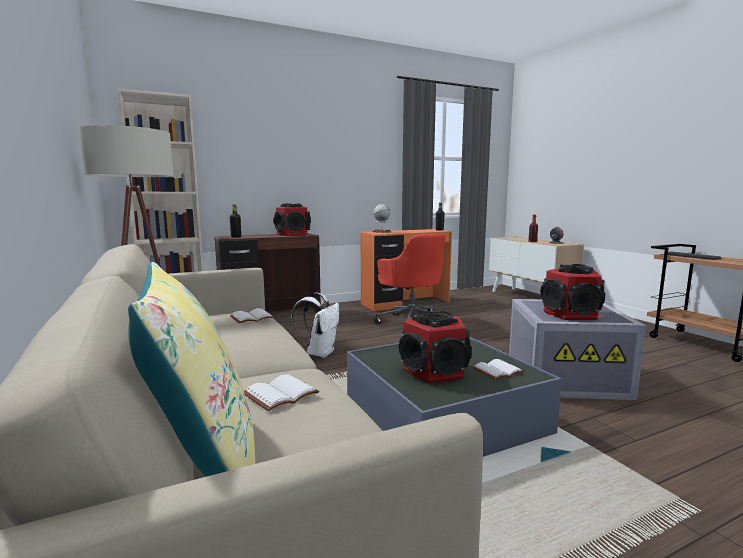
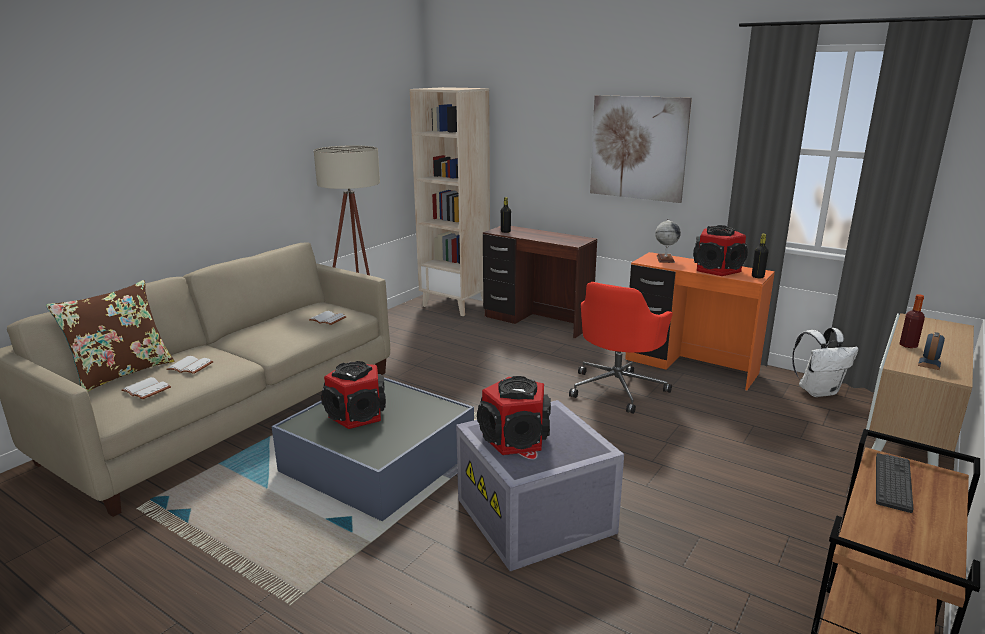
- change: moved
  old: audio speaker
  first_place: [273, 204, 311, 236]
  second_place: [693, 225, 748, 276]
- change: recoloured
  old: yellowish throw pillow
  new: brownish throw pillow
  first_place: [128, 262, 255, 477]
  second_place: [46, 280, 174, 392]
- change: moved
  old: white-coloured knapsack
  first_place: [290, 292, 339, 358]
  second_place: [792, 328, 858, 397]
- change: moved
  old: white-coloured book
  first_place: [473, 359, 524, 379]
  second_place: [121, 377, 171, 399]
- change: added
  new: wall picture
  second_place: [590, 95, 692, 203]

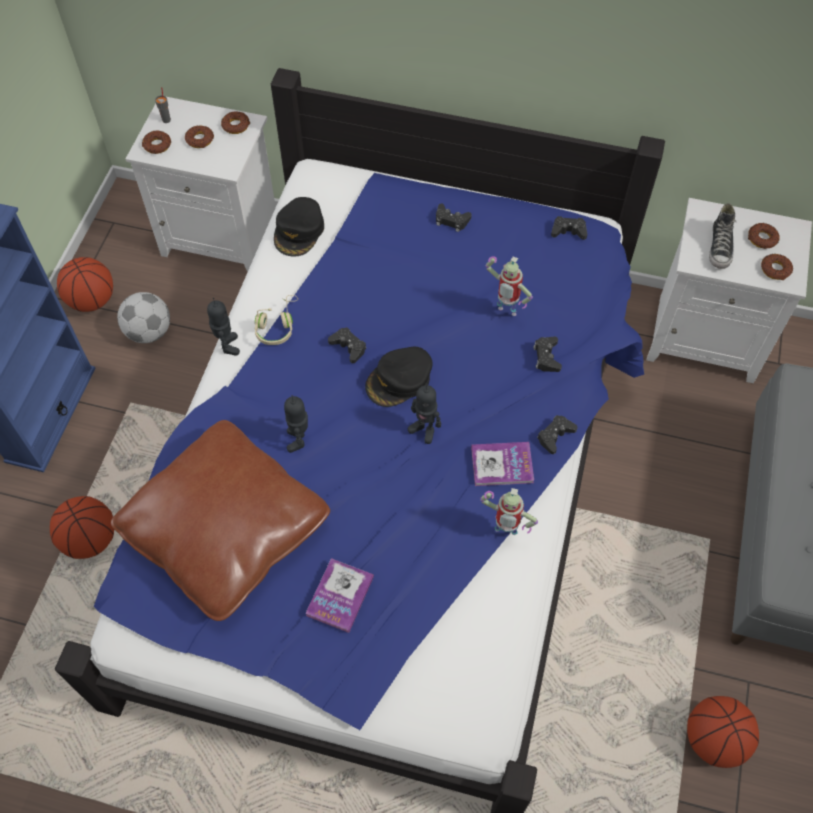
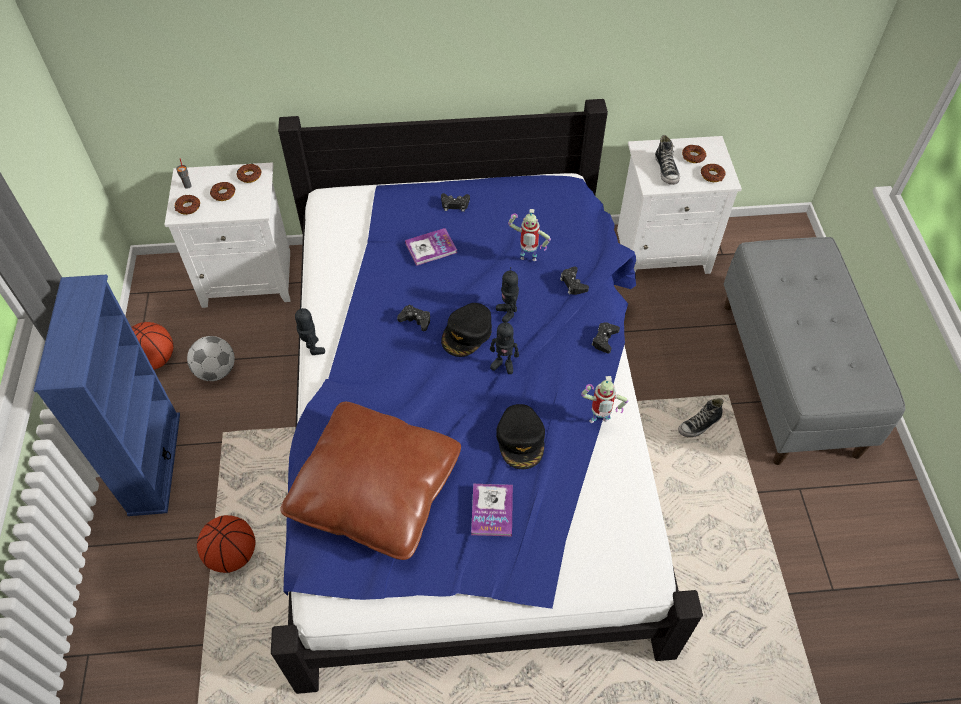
- change: moved
  old: black cap
  first_place: [274, 197, 324, 256]
  second_place: [496, 404, 545, 469]
- change: removed
  old: black game controller
  first_place: [551, 216, 587, 240]
- change: removed
  old: sand-coloured pair of headphones
  first_place: [255, 295, 298, 345]
- change: moved
  old: toy robot
  first_place: [284, 395, 308, 453]
  second_place: [496, 267, 519, 323]
- change: moved
  old: book
  first_place: [471, 442, 534, 486]
  second_place: [405, 228, 457, 266]
- change: removed
  old: ball for basketball
  first_place: [687, 696, 759, 768]
- change: added
  new: shoe
  second_place: [678, 398, 723, 437]

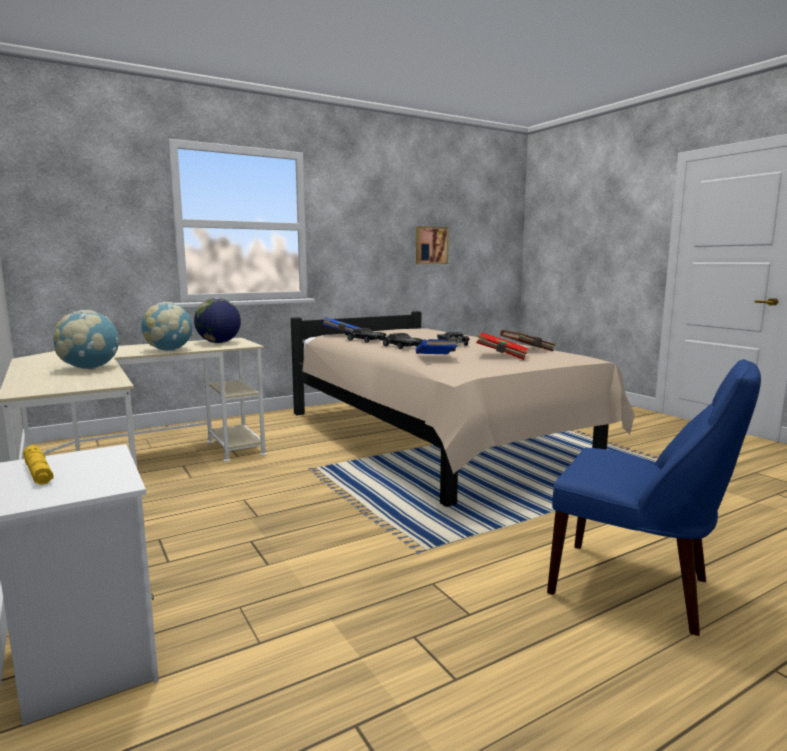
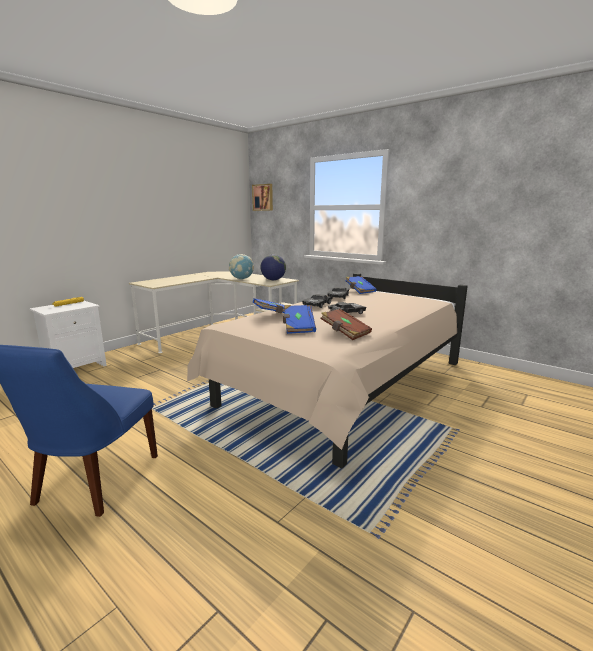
- change: moved
  old: wall picture
  first_place: [416, 226, 449, 264]
  second_place: [252, 184, 273, 211]
- change: removed
  old: globe
  first_place: [54, 310, 120, 370]
- change: recoloured
  old: red-coloured book
  new: bluish book
  first_place: [476, 332, 528, 360]
  second_place: [283, 305, 316, 334]

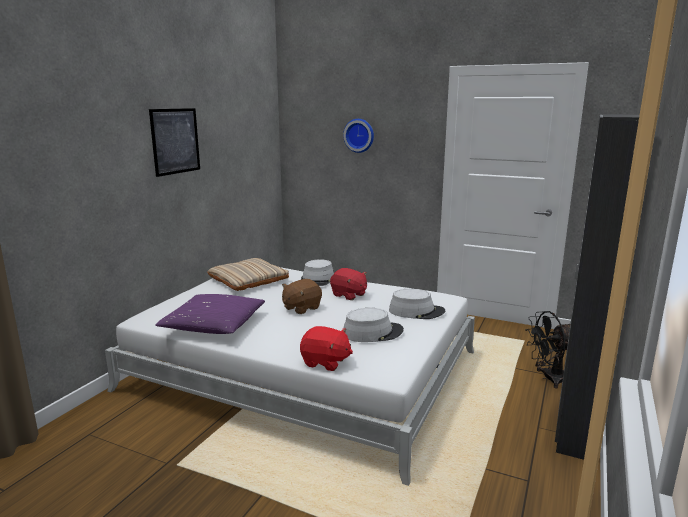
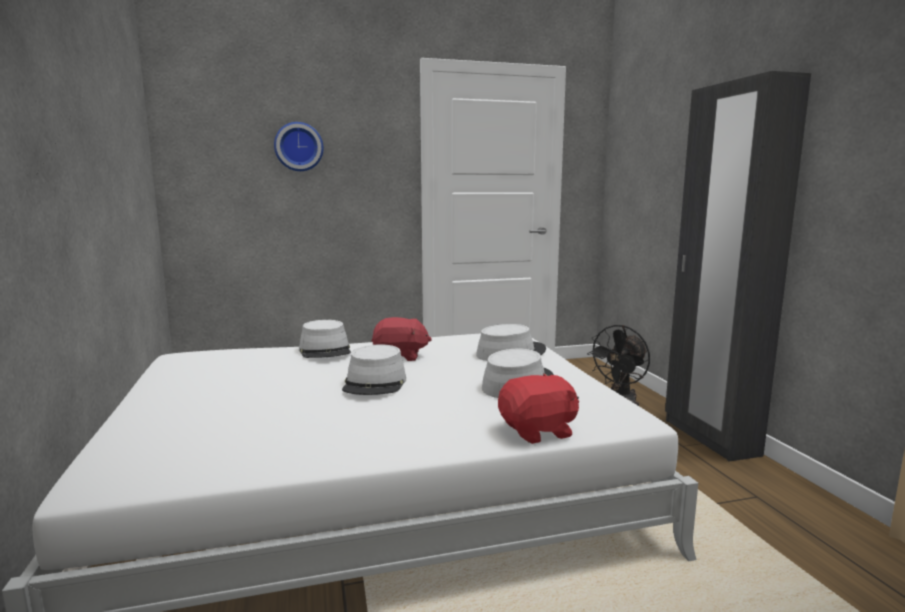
- change: removed
  old: wall picture
  first_place: [149, 108, 200, 177]
- change: removed
  old: sand-coloured throw pillow
  first_place: [207, 258, 289, 291]
- change: replaced
  old: brownish soft toy
  new: gray wearable hat
  first_place: [282, 279, 322, 314]
  second_place: [342, 344, 406, 395]
- change: removed
  old: purple-coloured throw pillow
  first_place: [155, 294, 265, 334]

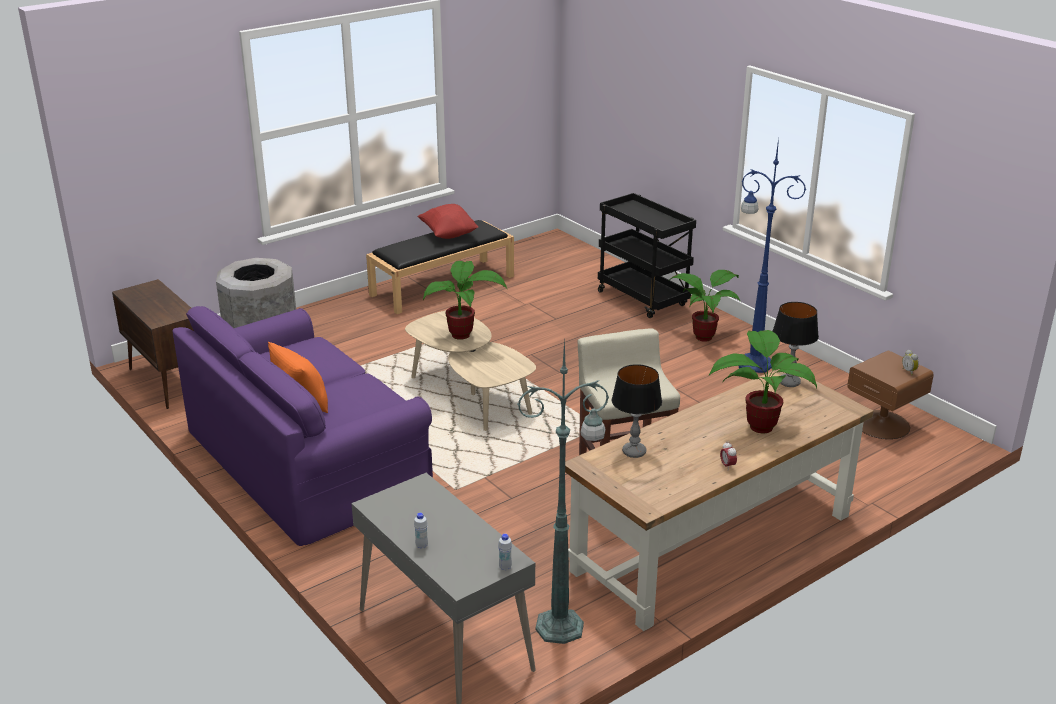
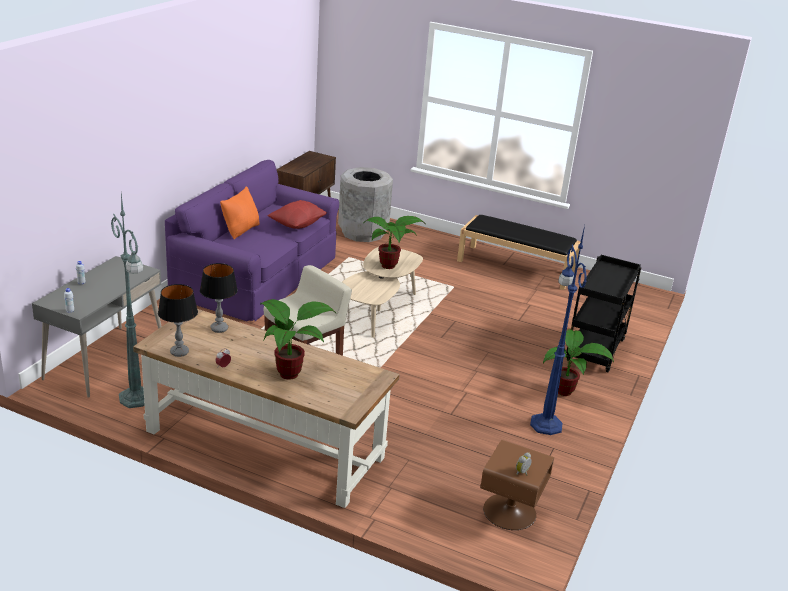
- change: moved
  old: red-coloured throw pillow
  first_place: [417, 204, 478, 239]
  second_place: [268, 200, 327, 229]
- change: moved
  old: table lamp
  first_place: [772, 302, 819, 387]
  second_place: [158, 284, 198, 357]

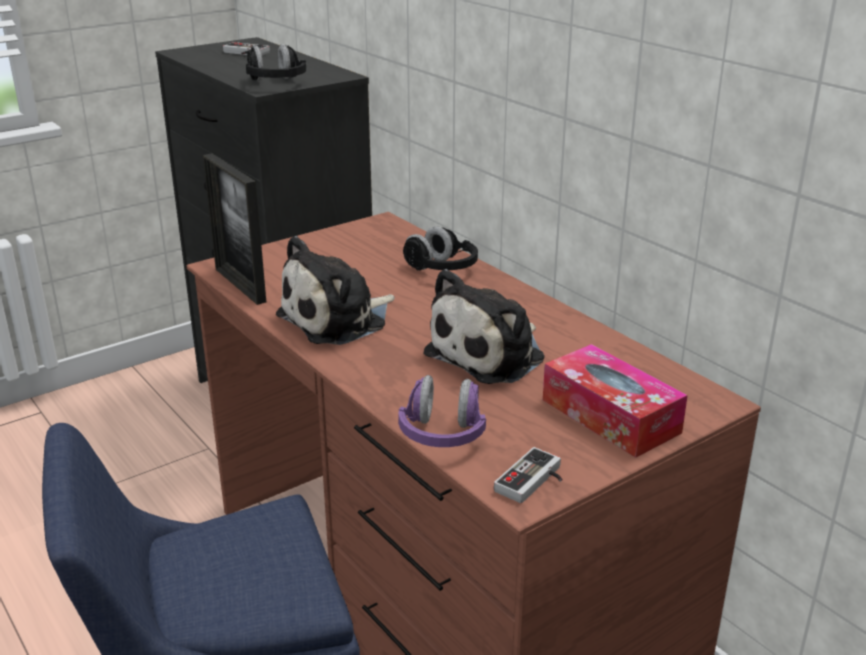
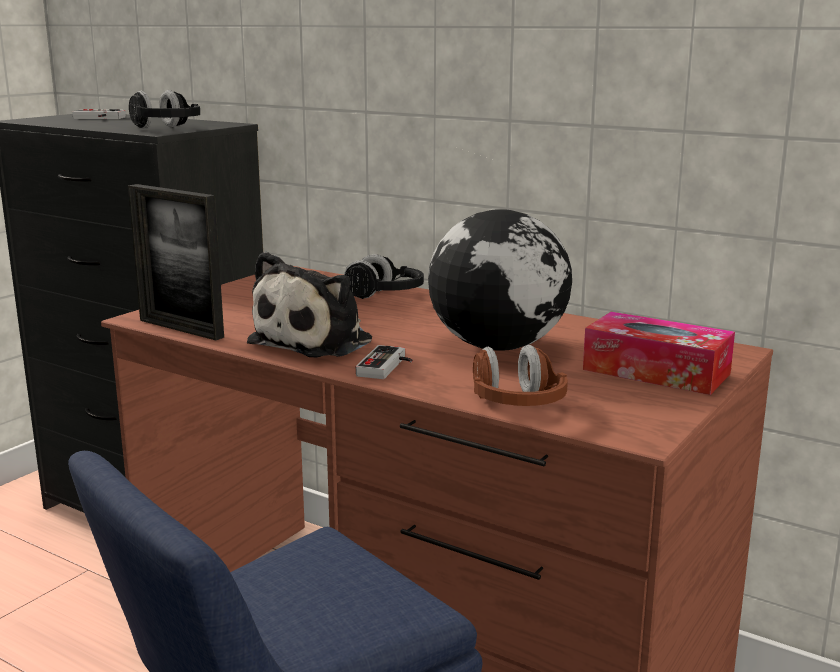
- change: replaced
  old: soft toy
  new: globe
  first_place: [423, 269, 545, 384]
  second_place: [428, 209, 572, 351]
- change: recoloured
  old: purple-coloured pair of headphones
  new: brownish pair of headphones
  first_place: [399, 375, 486, 447]
  second_place: [473, 345, 568, 406]
- change: moved
  old: game controller
  first_place: [494, 447, 562, 503]
  second_place: [356, 345, 413, 379]

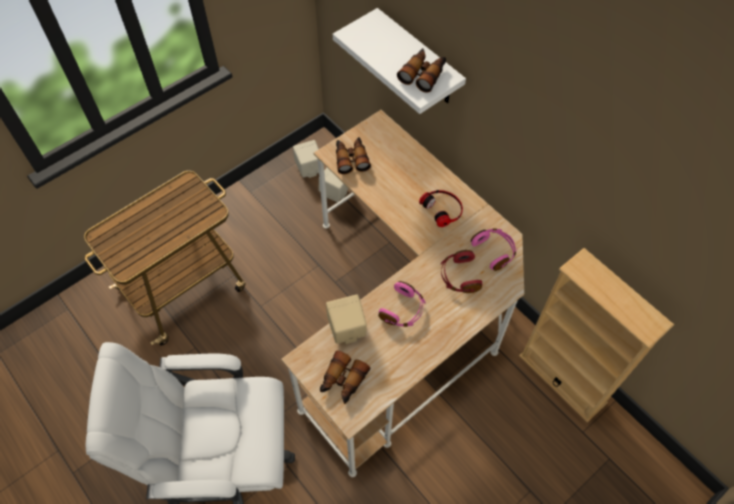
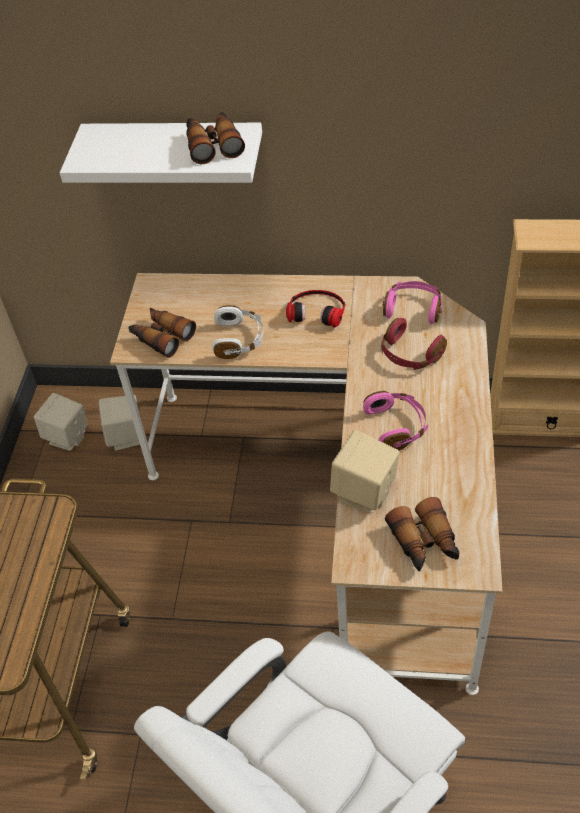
- change: added
  new: white-coloured pair of headphones
  second_place: [212, 305, 263, 359]

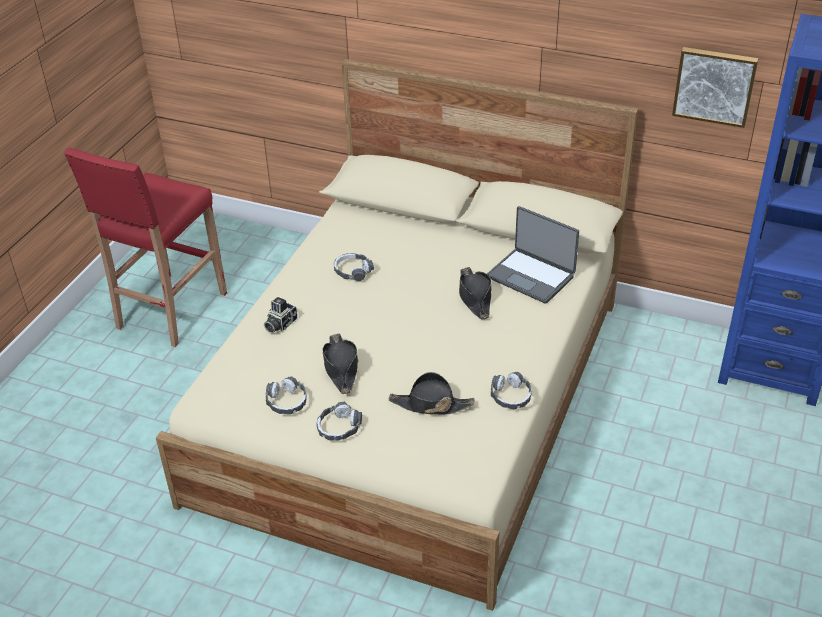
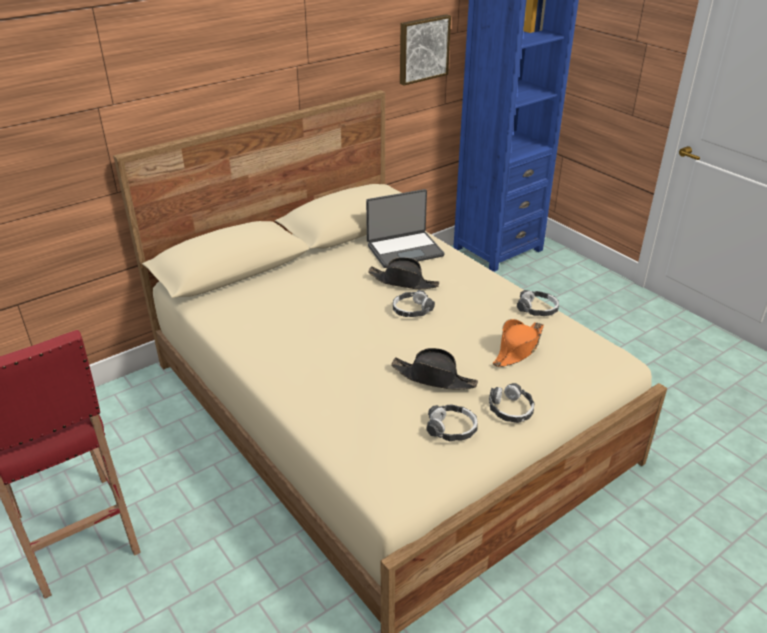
- change: moved
  old: pair of headphones
  first_place: [334, 253, 374, 282]
  second_place: [393, 290, 435, 317]
- change: removed
  old: still camera
  first_place: [264, 297, 298, 333]
- change: recoloured
  old: black wearable hat
  new: orange-coloured wearable hat
  first_place: [389, 372, 475, 415]
  second_place: [493, 319, 544, 367]

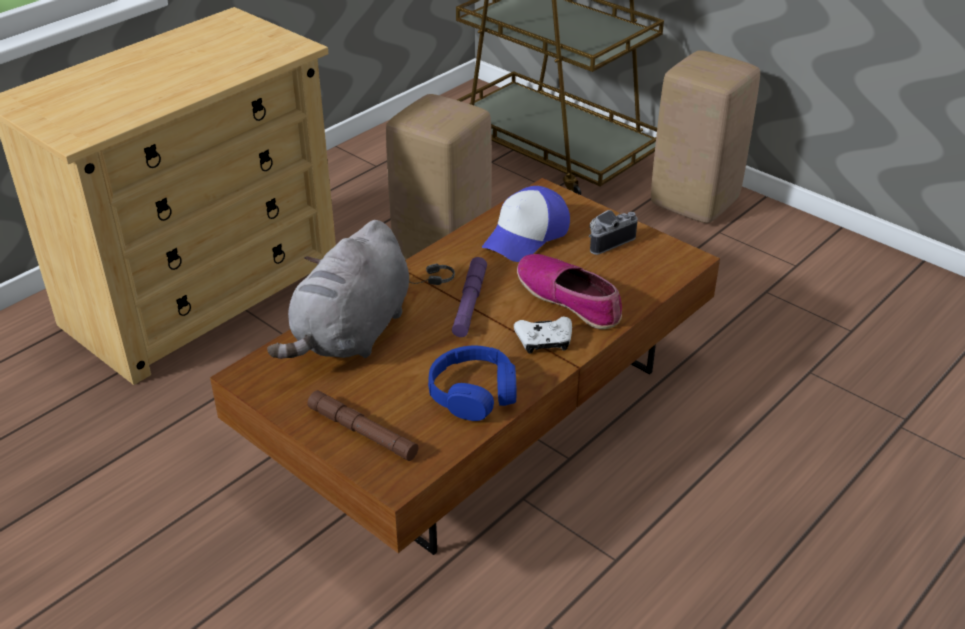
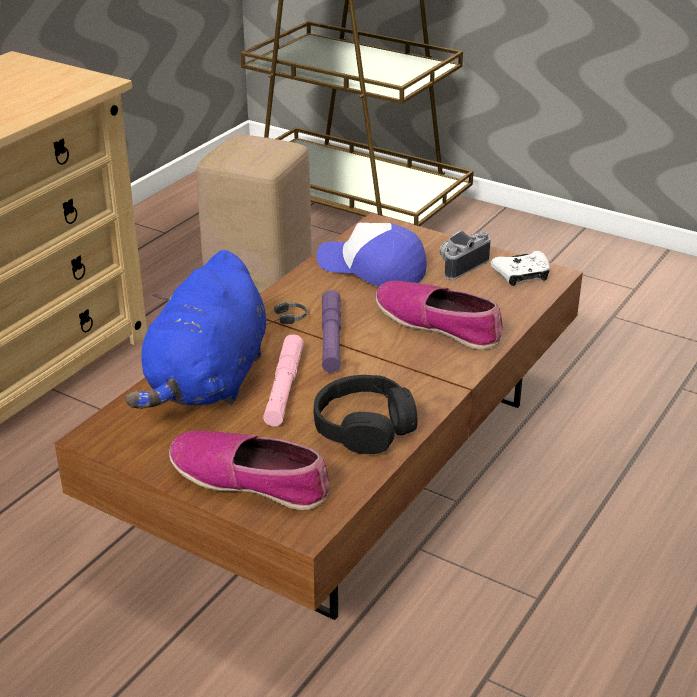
- change: removed
  old: sand-coloured stool seat
  first_place: [651, 50, 760, 223]
- change: turned
  old: cap
  first_place: [482, 186, 570, 262]
  second_place: [316, 223, 427, 287]
  degrees: 90
- change: recoloured
  old: gray soft toy
  new: bluish soft toy
  first_place: [267, 220, 409, 359]
  second_place: [125, 250, 266, 409]
- change: moved
  old: white-coloured game controller
  first_place: [514, 316, 572, 354]
  second_place: [491, 251, 550, 286]
- change: recoloured
  old: bluish pair of headphones
  new: black pair of headphones
  first_place: [428, 345, 516, 421]
  second_place: [314, 375, 417, 454]
- change: replaced
  old: brownish flashlight
  new: shoe
  first_place: [307, 390, 418, 461]
  second_place: [169, 430, 329, 510]
- change: added
  new: pink flashlight
  second_place: [263, 334, 304, 426]

